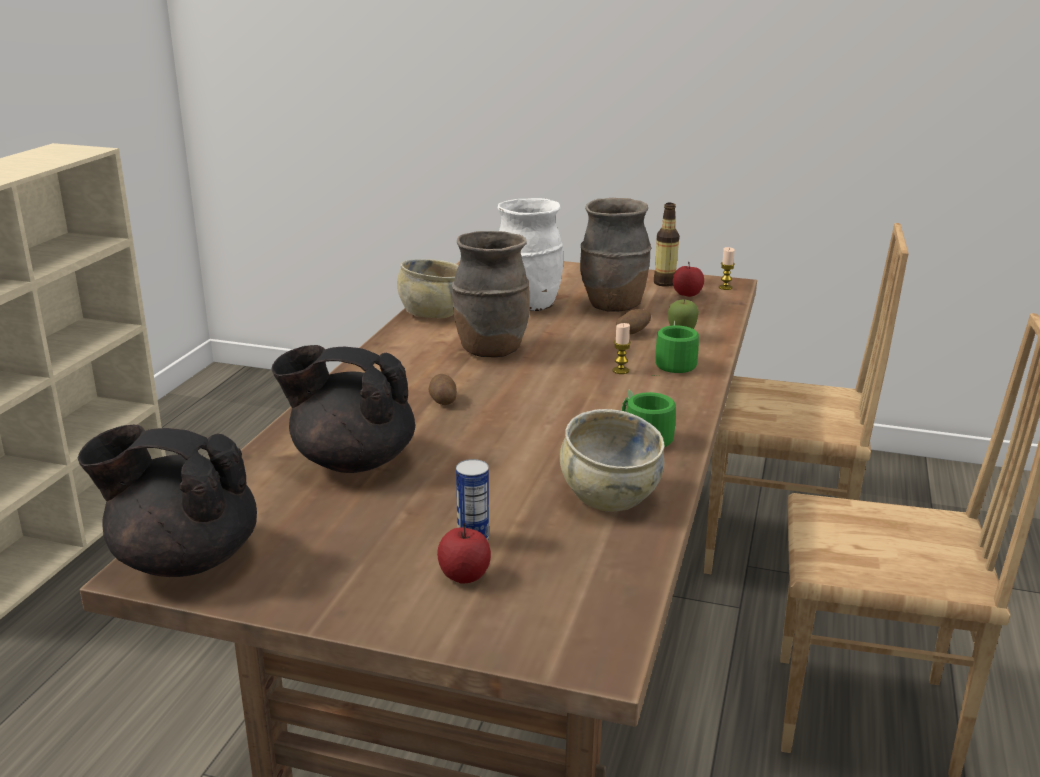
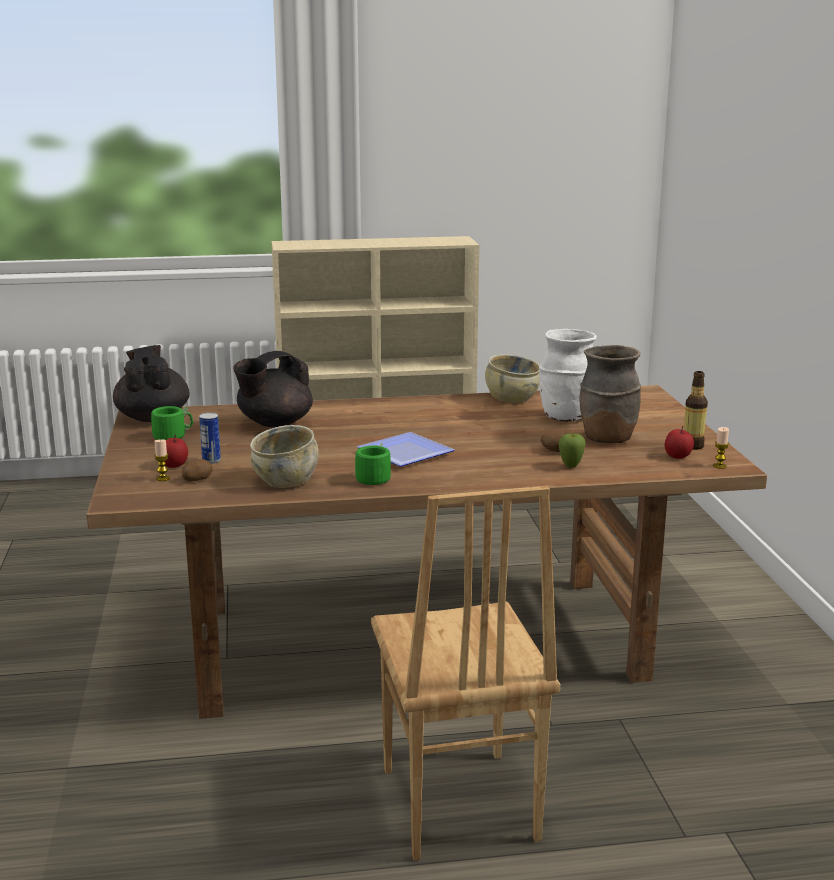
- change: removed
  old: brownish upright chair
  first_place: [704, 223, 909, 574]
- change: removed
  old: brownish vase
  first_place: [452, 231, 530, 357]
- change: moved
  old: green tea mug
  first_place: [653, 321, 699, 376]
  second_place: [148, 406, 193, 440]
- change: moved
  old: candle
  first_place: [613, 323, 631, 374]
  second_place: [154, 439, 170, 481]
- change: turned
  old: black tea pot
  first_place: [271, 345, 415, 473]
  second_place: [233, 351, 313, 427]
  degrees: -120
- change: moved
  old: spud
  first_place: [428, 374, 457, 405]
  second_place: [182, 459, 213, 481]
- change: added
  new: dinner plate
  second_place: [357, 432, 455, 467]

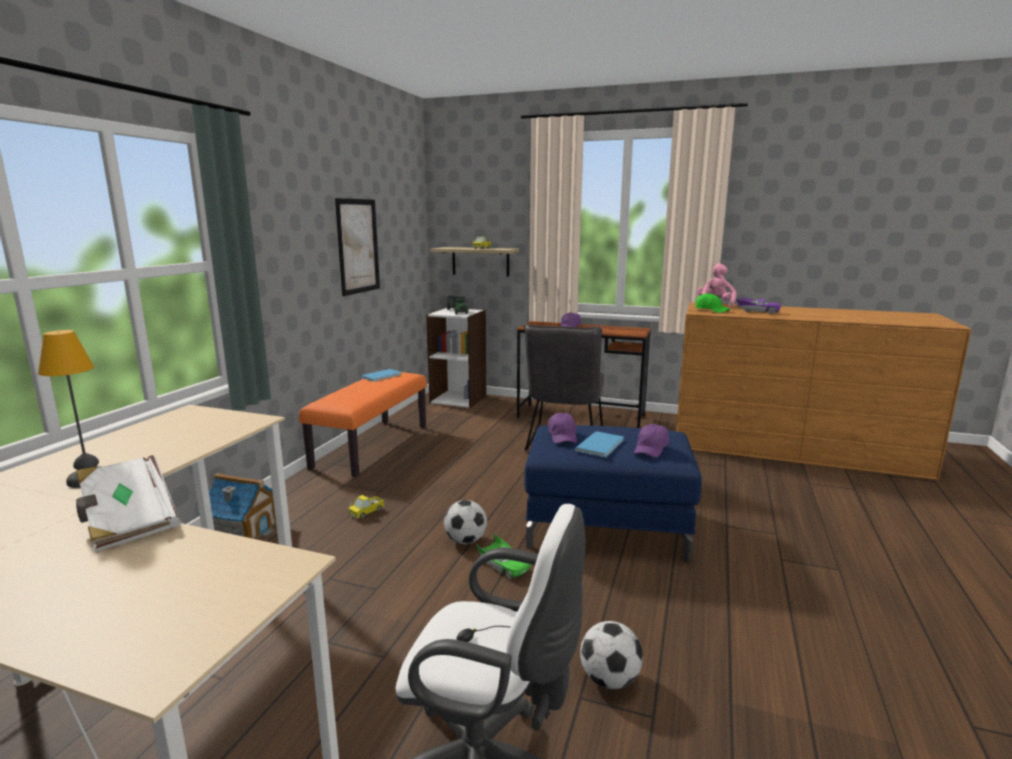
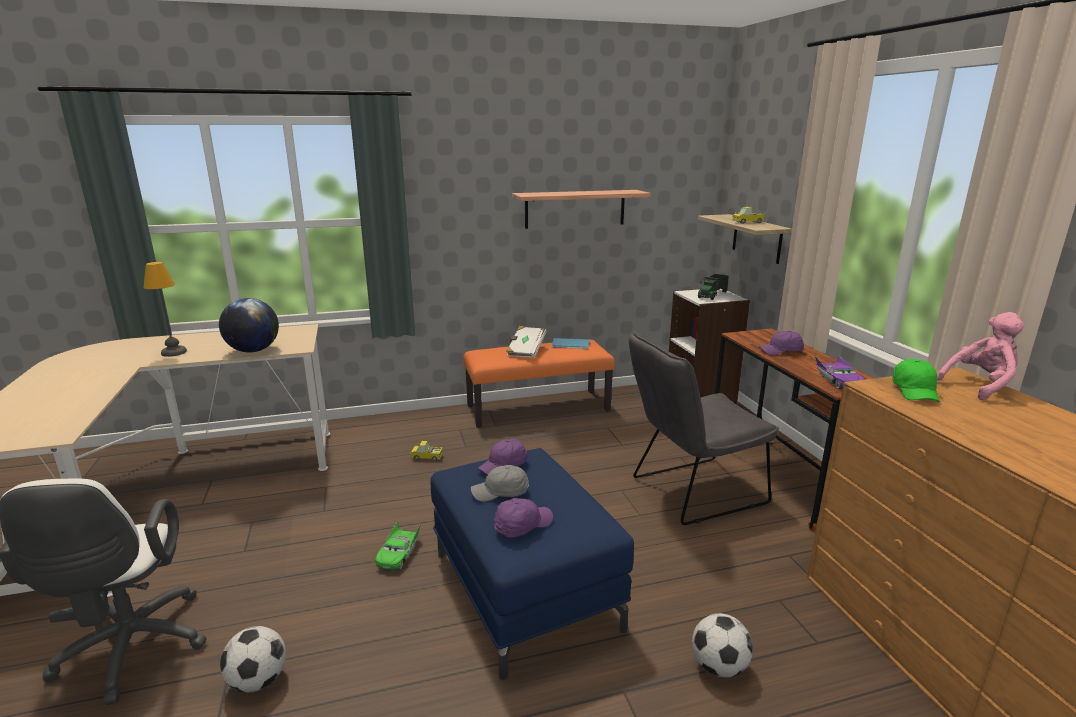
- change: replaced
  old: wall picture
  new: bracket shelf
  first_place: [335, 198, 380, 296]
  second_place: [512, 190, 651, 229]
- change: moved
  old: purple-coloured toy car
  first_place: [736, 297, 781, 314]
  second_place: [815, 355, 865, 389]
- change: turned
  old: purple-coloured cap
  first_place: [634, 424, 669, 458]
  second_place: [494, 498, 553, 538]
  degrees: 150
- change: replaced
  old: bluish book
  new: gray cap
  first_place: [575, 431, 624, 457]
  second_place: [471, 465, 529, 502]
- change: moved
  old: white-coloured book
  first_place: [76, 455, 180, 552]
  second_place: [507, 326, 546, 358]
- change: removed
  old: miniature house
  first_place: [198, 473, 276, 539]
- change: moved
  old: ball for football
  first_place: [444, 500, 487, 544]
  second_place: [692, 613, 753, 678]
- change: added
  new: globe
  second_place: [219, 298, 279, 353]

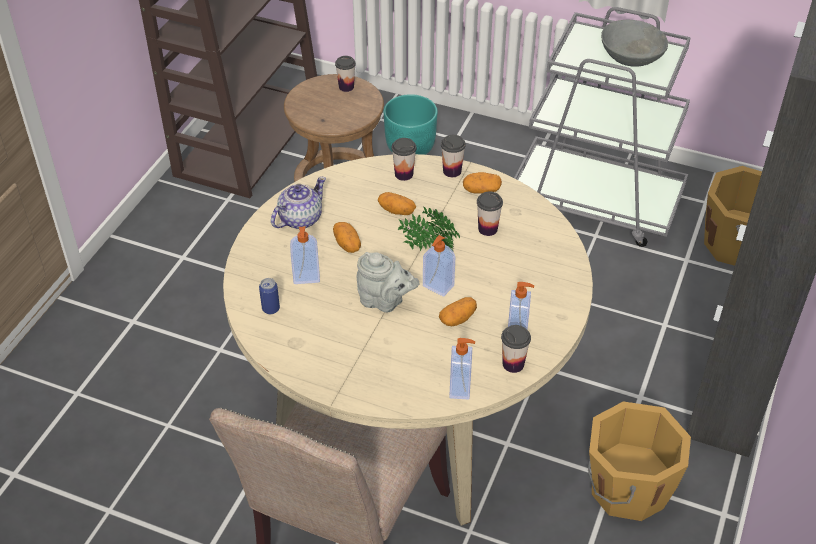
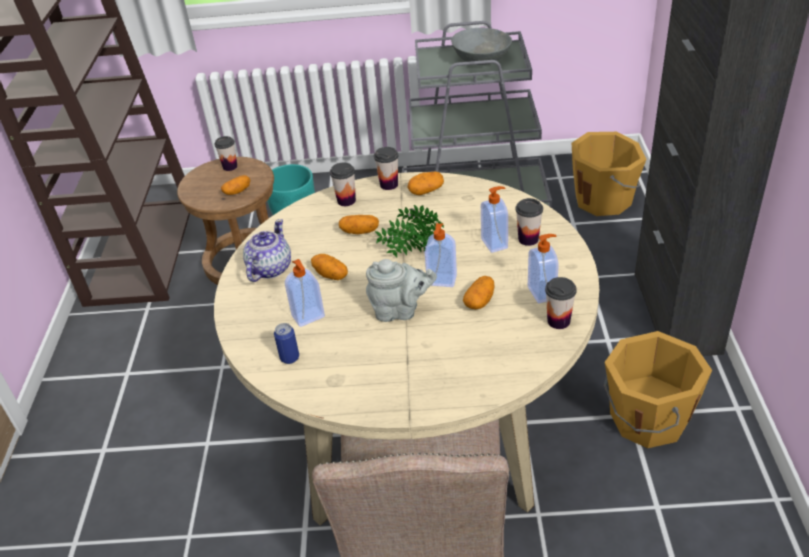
- change: moved
  old: cup
  first_place: [477, 192, 503, 236]
  second_place: [516, 198, 543, 246]
- change: moved
  old: soap dispenser
  first_place: [449, 338, 475, 400]
  second_place: [481, 186, 508, 253]
- change: added
  new: spud
  second_place: [221, 175, 250, 195]

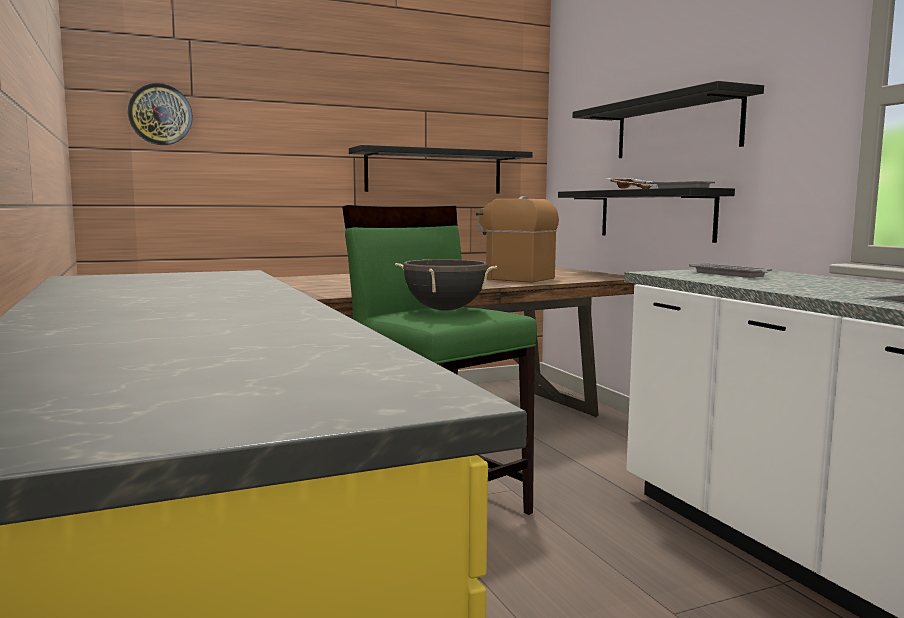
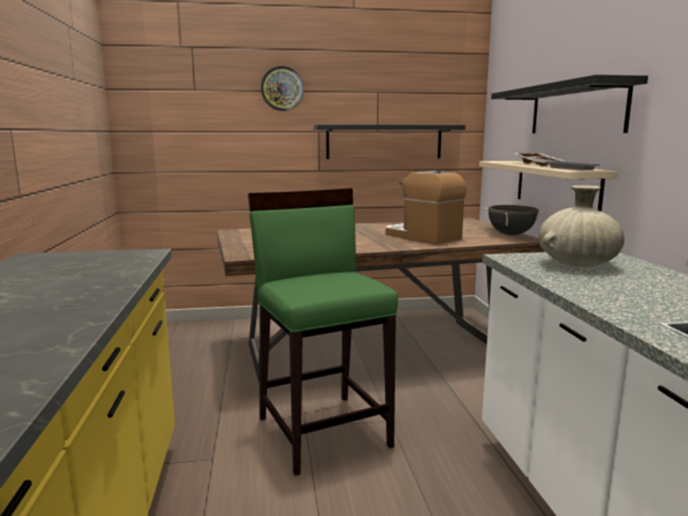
- change: moved
  old: clock on the wall
  first_place: [128, 83, 193, 145]
  second_place: [261, 66, 304, 111]
- change: recoloured
  old: black bracket shelf
  new: sand-coloured bracket shelf
  first_place: [558, 187, 735, 243]
  second_place: [479, 161, 618, 211]
- change: moved
  old: black cooking pot
  first_place: [395, 259, 497, 311]
  second_place: [483, 205, 545, 235]
- change: replaced
  old: gray carrying tray
  new: sand-coloured vase
  first_place: [689, 263, 772, 278]
  second_place: [539, 185, 625, 267]

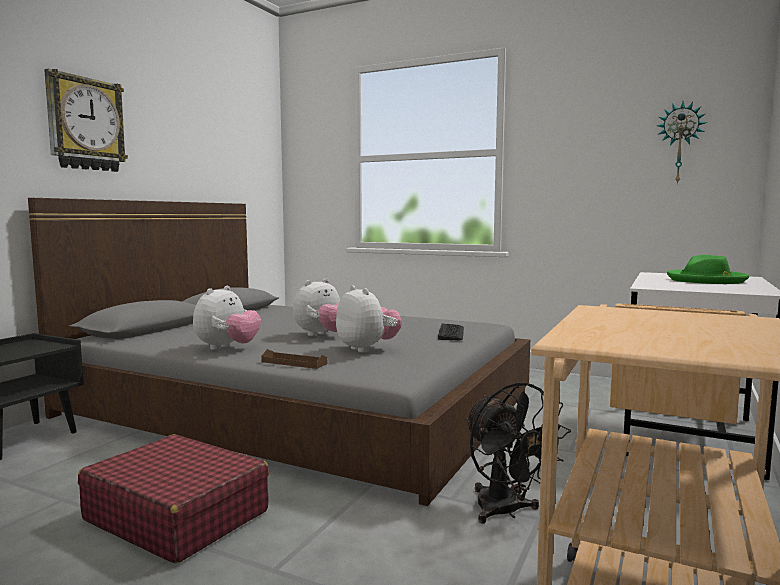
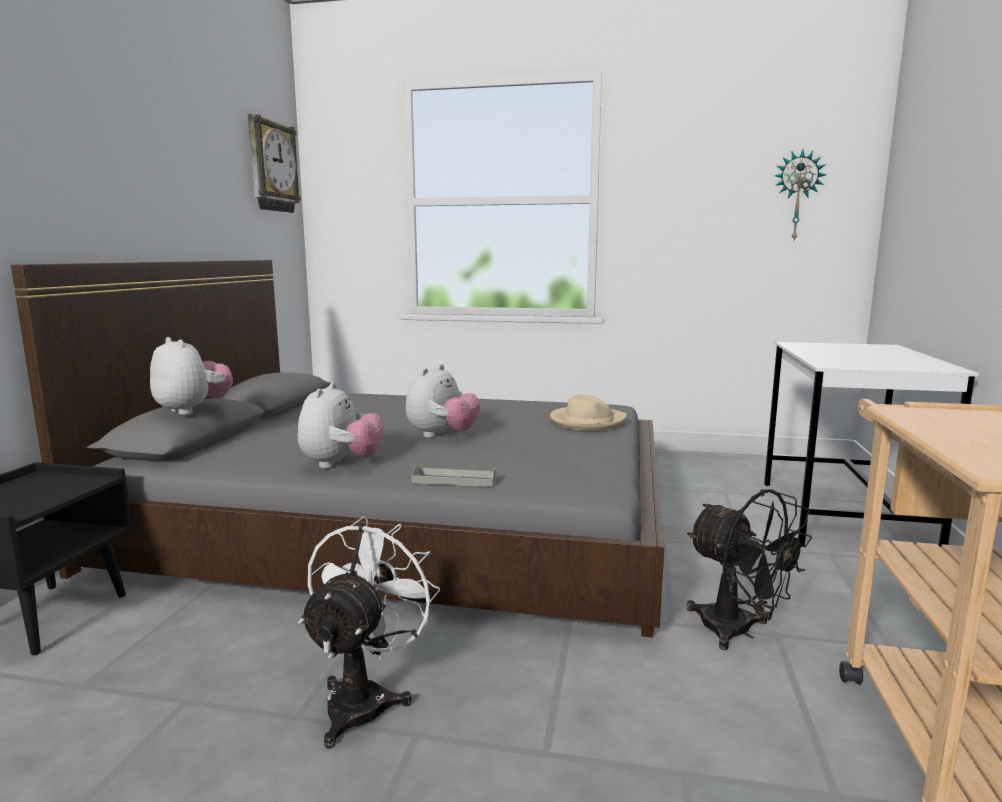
- change: moved
  old: clock on the wall
  first_place: [44, 69, 128, 172]
  second_place: [248, 114, 301, 213]
- change: removed
  old: green wearable hat
  first_place: [667, 255, 749, 284]
- change: moved
  old: soft toy
  first_place: [336, 285, 402, 353]
  second_place: [150, 337, 233, 415]
- change: replaced
  old: computer keyboard
  new: sand-coloured wearable hat
  first_place: [438, 324, 464, 340]
  second_place: [550, 395, 627, 431]
- change: recoloured
  old: brownish carrying tray
  new: gray carrying tray
  first_place: [261, 349, 327, 369]
  second_place: [412, 465, 497, 487]
- change: replaced
  old: red-coloured suitcase
  new: white-coloured cooling fan
  first_place: [78, 434, 269, 564]
  second_place: [298, 516, 440, 749]

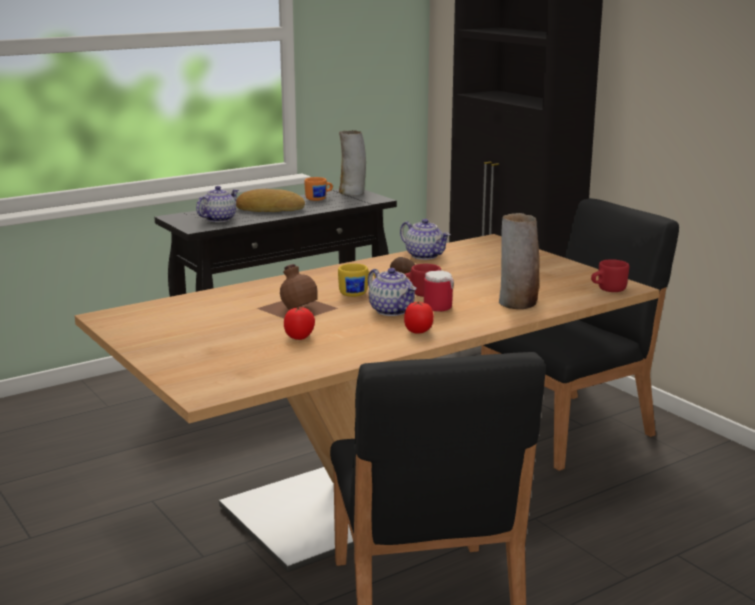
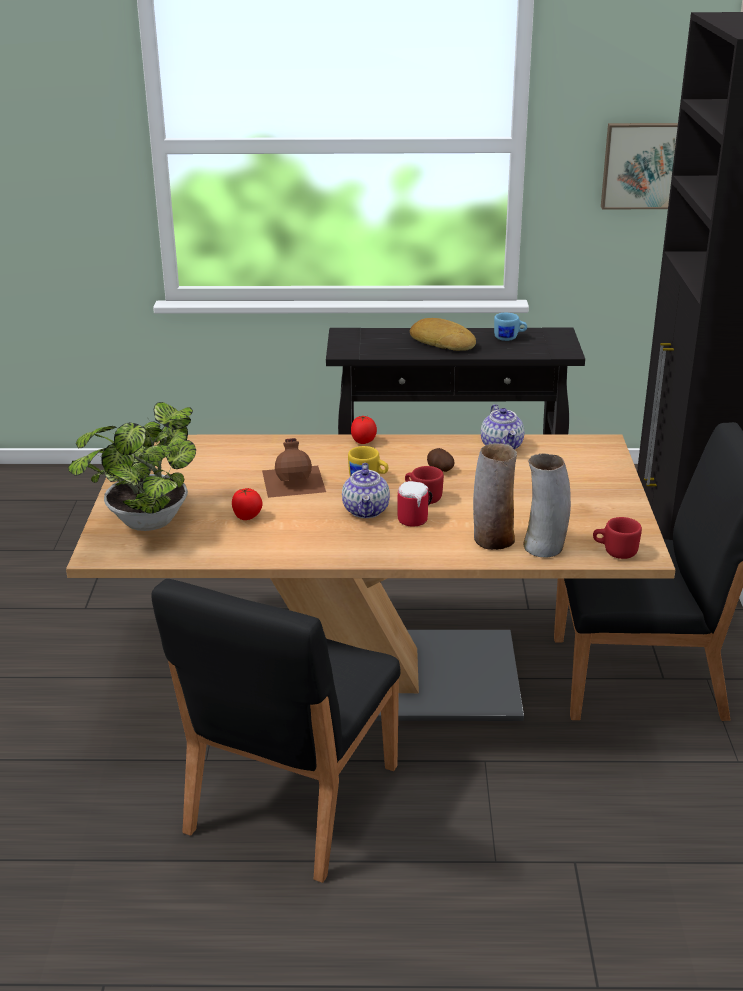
- change: moved
  old: vase
  first_place: [339, 130, 366, 195]
  second_place: [523, 453, 571, 558]
- change: recoloured
  old: orange-coloured tea mug
  new: bluish tea mug
  first_place: [304, 177, 333, 201]
  second_place: [494, 313, 527, 341]
- change: removed
  old: tea pot
  first_place: [196, 186, 239, 222]
- change: moved
  old: fresh tomato
  first_place: [404, 301, 434, 334]
  second_place: [351, 416, 377, 444]
- change: added
  new: wall picture
  second_place: [601, 123, 678, 209]
- change: added
  new: potted plant
  second_place: [68, 402, 196, 531]

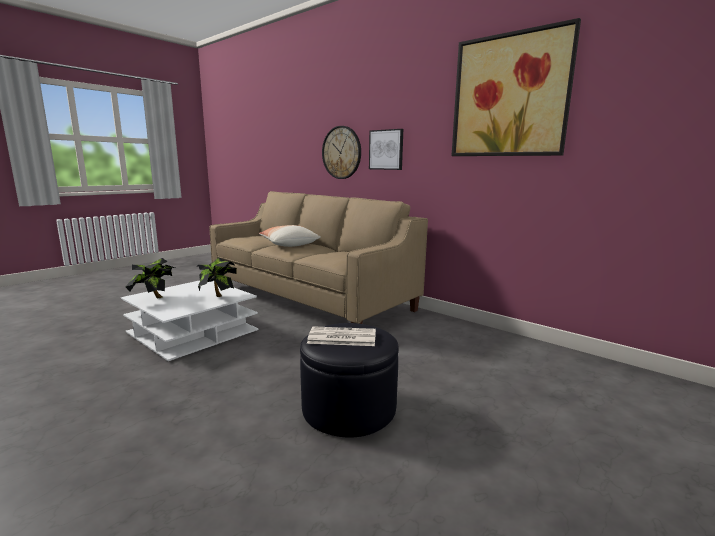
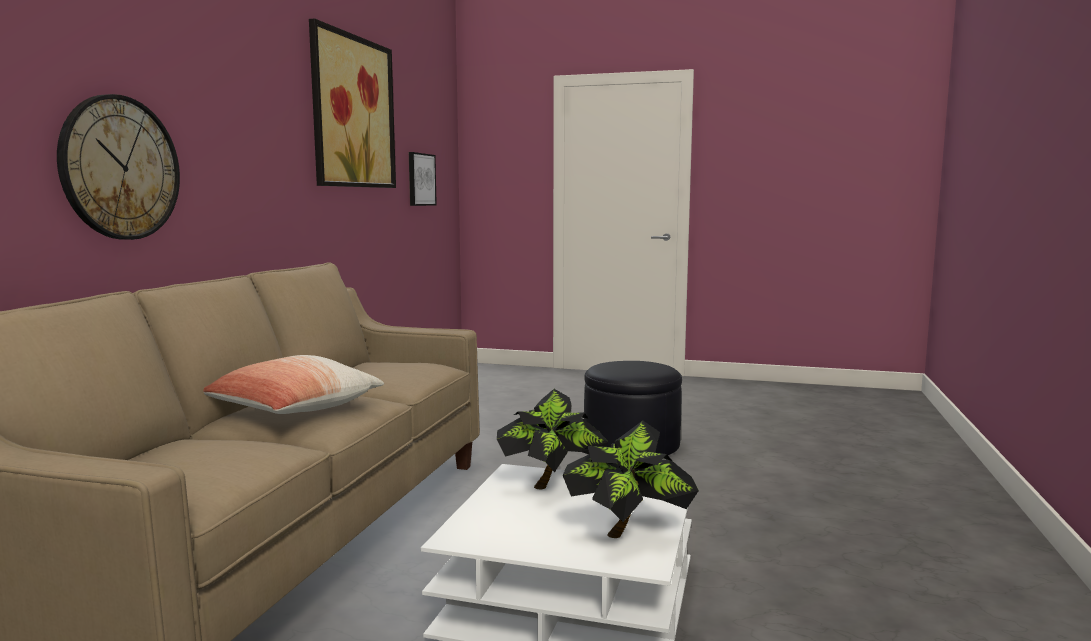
- change: moved
  old: wall picture
  first_place: [369, 129, 403, 170]
  second_place: [409, 152, 437, 206]
- change: removed
  old: printed paper
  first_place: [307, 326, 376, 346]

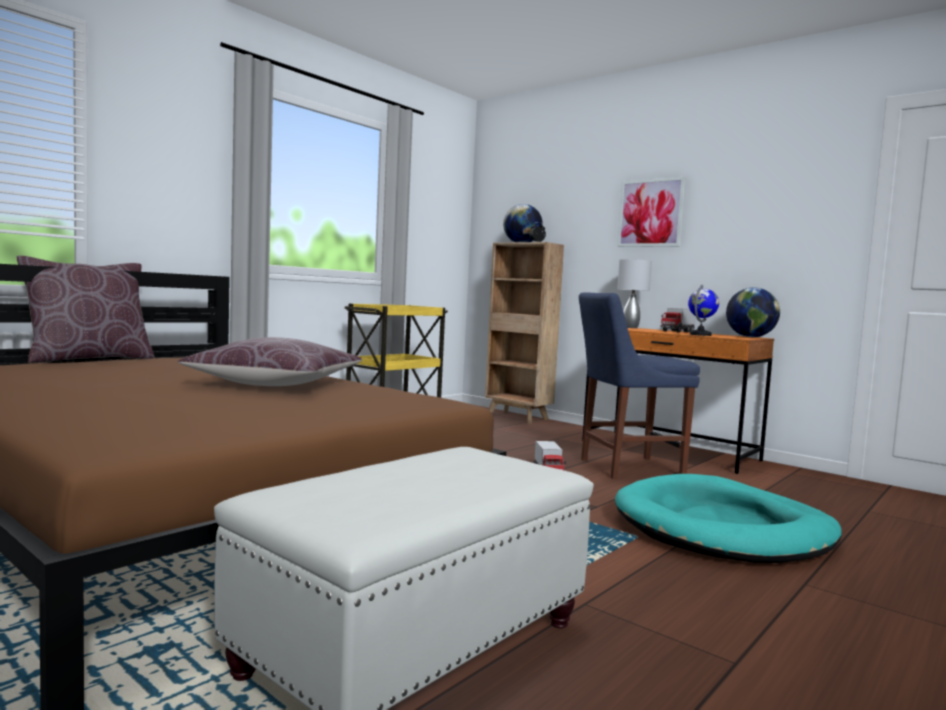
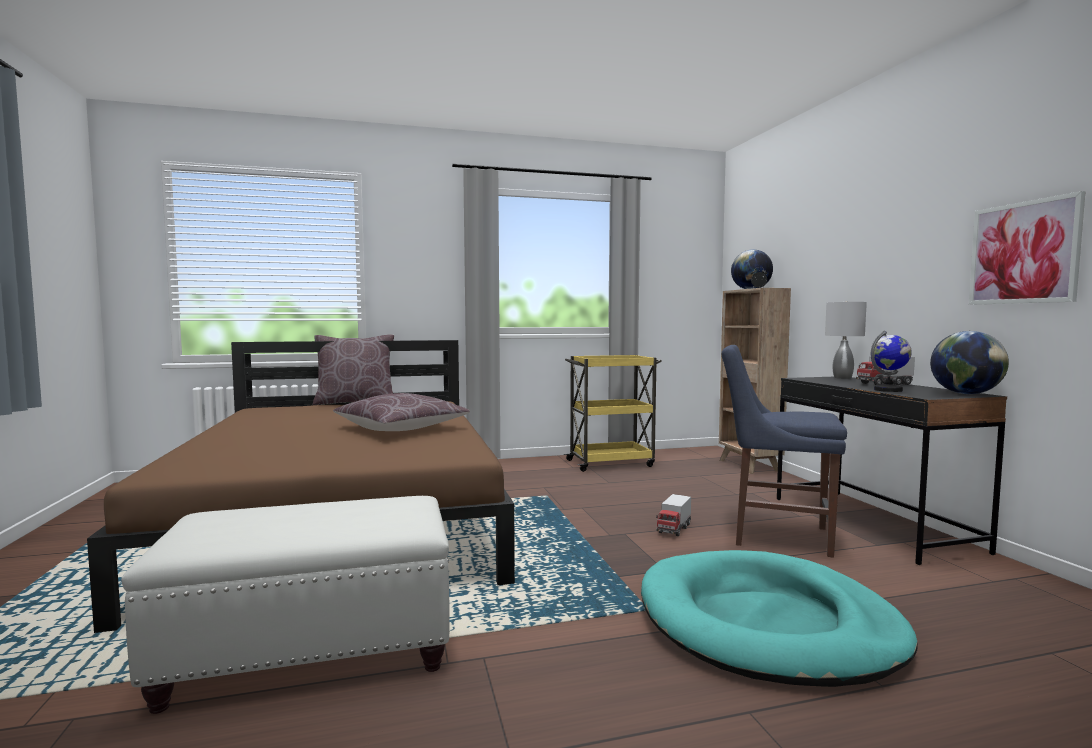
- change: moved
  old: wall picture
  first_place: [617, 177, 686, 247]
  second_place: [969, 191, 1086, 305]
- change: recoloured
  old: orange-coloured desk
  new: black desk
  first_place: [582, 328, 774, 474]
  second_place: [777, 377, 1007, 565]

